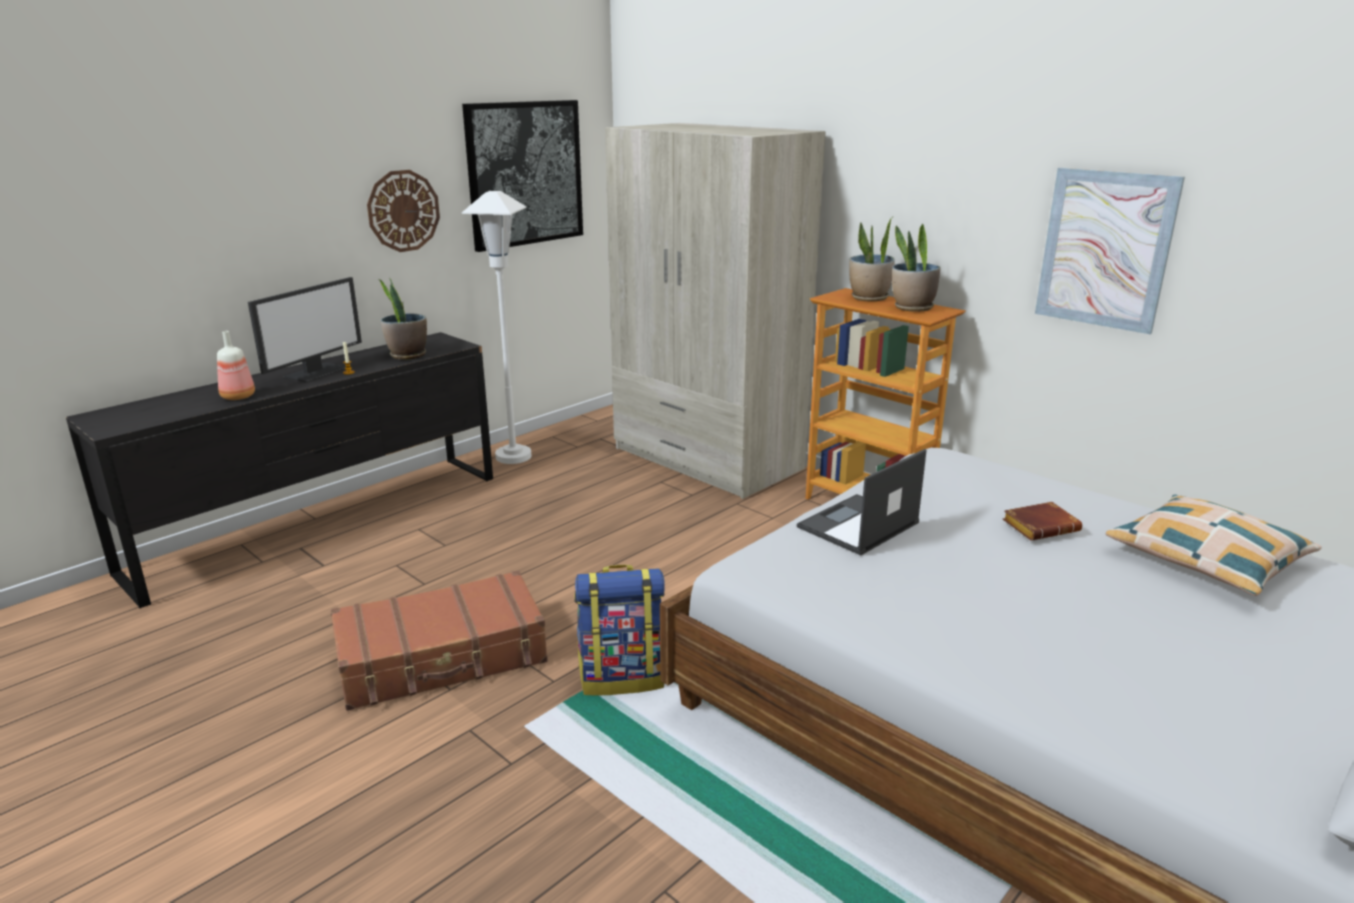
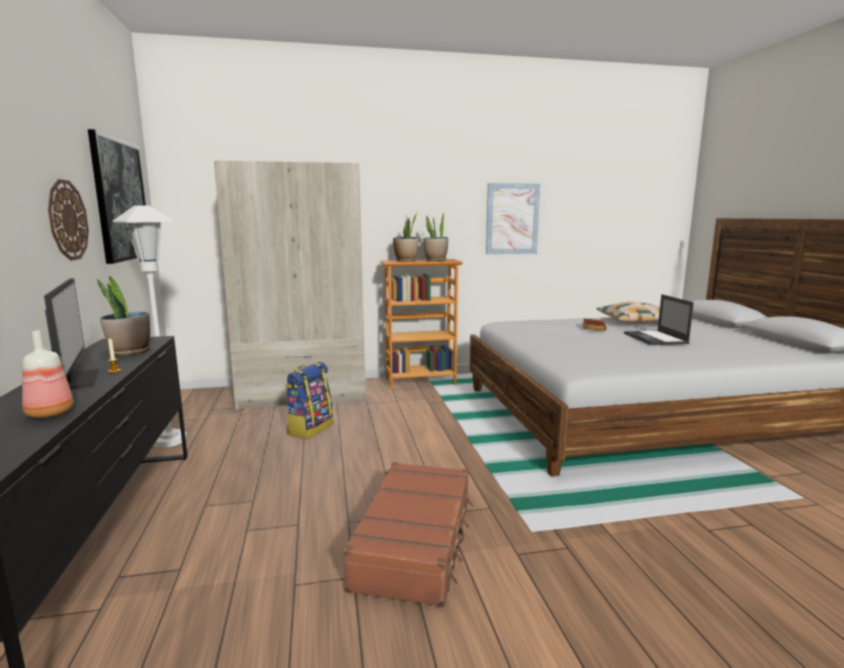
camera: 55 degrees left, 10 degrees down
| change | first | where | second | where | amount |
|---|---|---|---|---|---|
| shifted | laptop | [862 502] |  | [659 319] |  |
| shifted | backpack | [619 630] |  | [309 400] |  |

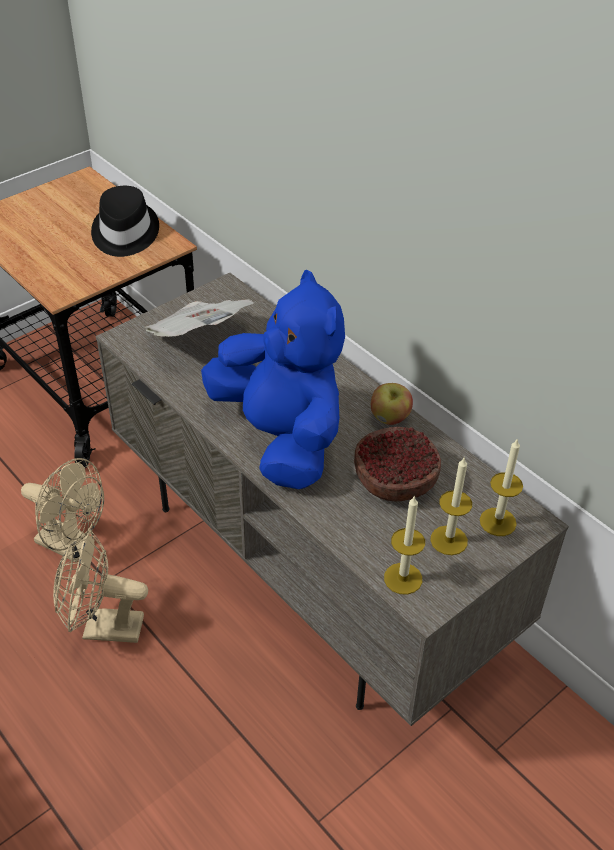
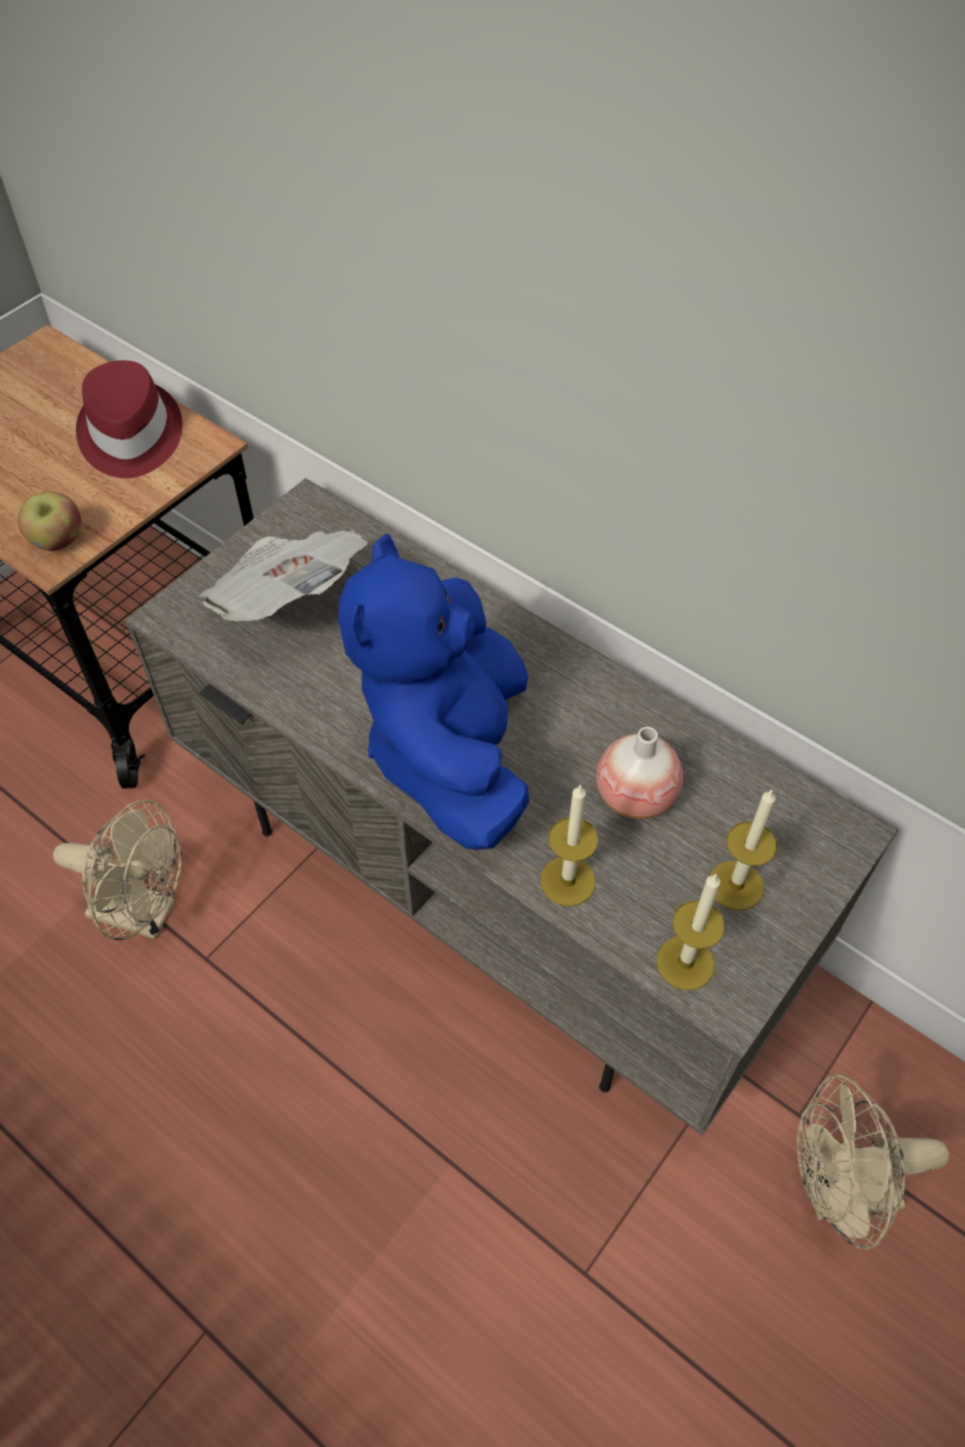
camera: 10 degrees left, 10 degrees up
| change | first | where | second | where | amount |
|---|---|---|---|---|---|
| repainted | black hat | [125 221] | red hat | [129 419] |  |
| rotated | blue plush toy | [273 379] |  | [433 691] | 135 degrees counterclockwise |
| shifted | apple | [392 404] |  | [49 521] |  |
| swapped | bowl | [397 464] | vase | [639 773] |  |
| shifted | candle | [501 487] |  | [569 845] |  |
| shifted | beige fan | [100 587] |  | [873 1162] |  |

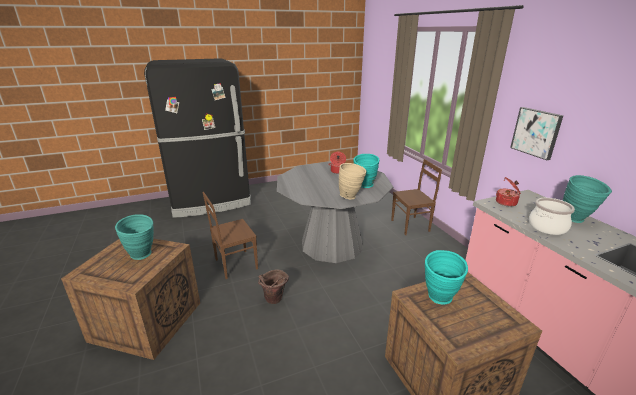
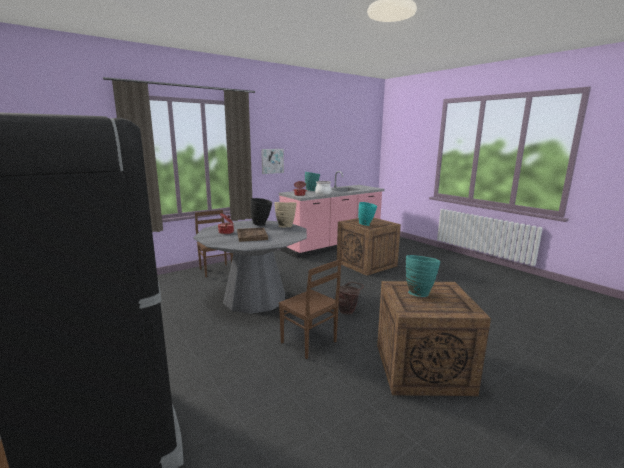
camera: 105 degrees left, 10 degrees down
| change | first | where | second | where | amount |
|---|---|---|---|---|---|
| repainted | turquoise vase | [366 171] | black vase | [261 212] |  |
| new |  |  | brown tray | [252 235] |  |

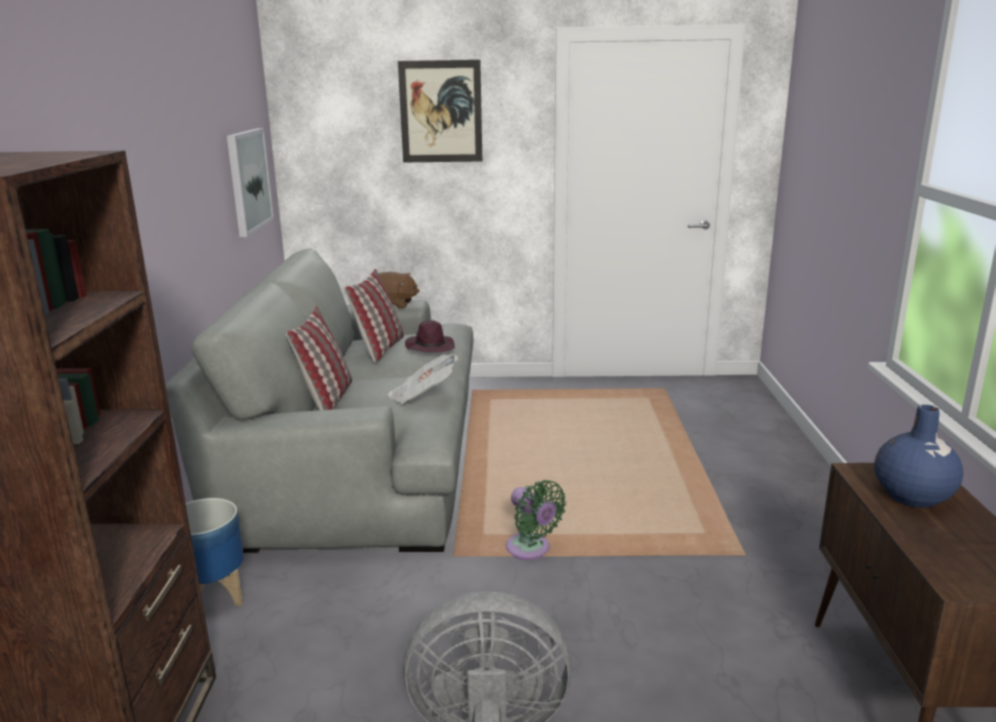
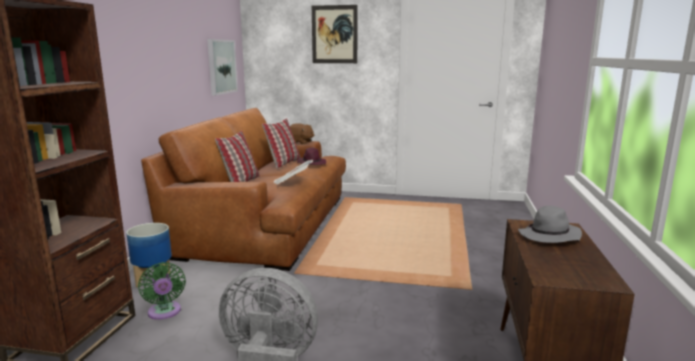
camera: 10 degrees right, 5 degrees down
| change | first | where | second | where | amount |
|---|---|---|---|---|---|
| repainted | grey sofa | [319 400] | brown sofa | [243 189] |  |
| swapped | blue vase | [918 456] | grey hat | [550 224] |  |
| shifted | green fan | [536 520] |  | [162 291] |  |

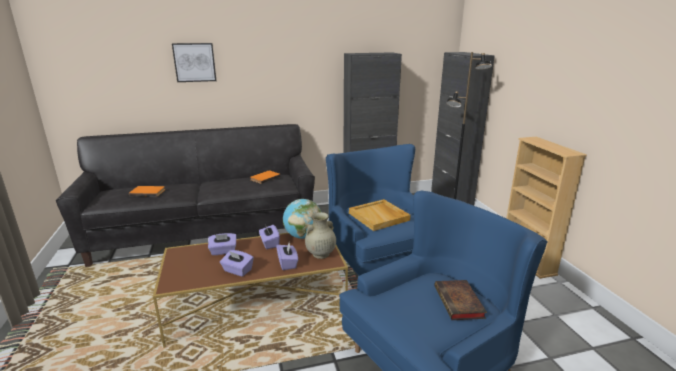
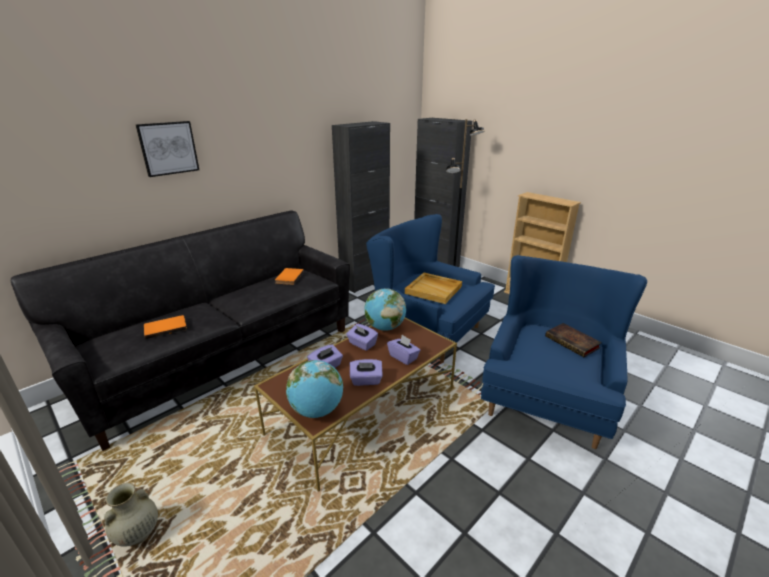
camera: 30 degrees left, 5 degrees up
| change | first | where | second | where | amount |
|---|---|---|---|---|---|
| shifted | beige vase | [320 235] |  | [131 515] |  |
| new |  |  | globe | [314 389] |  |

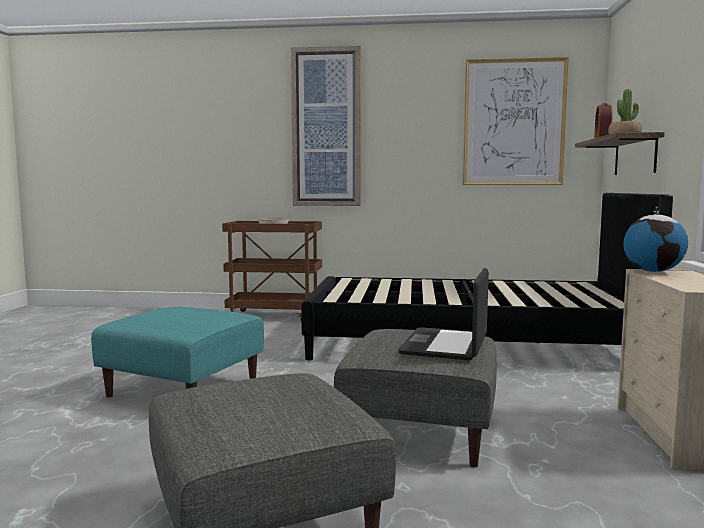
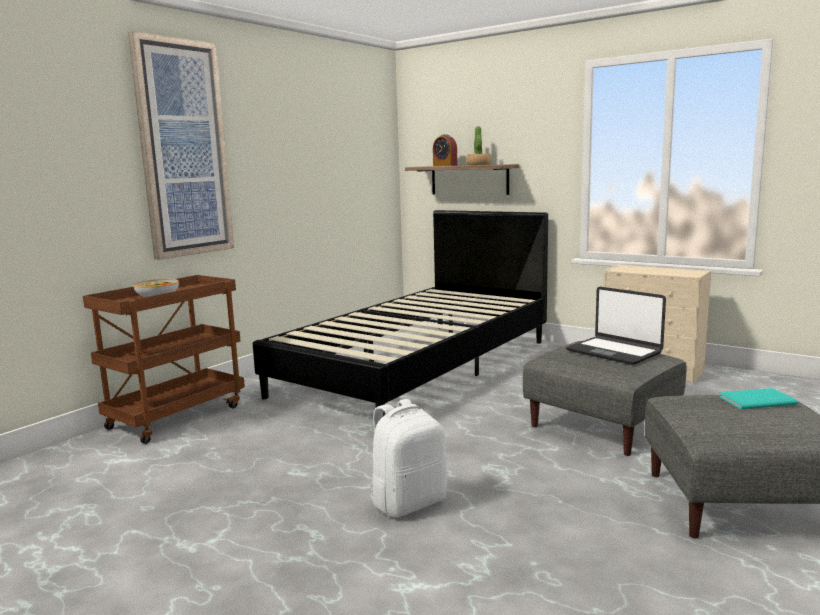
camera: 60 degrees left, 5 degrees up
| change | first | where | second | where | amount |
|---|---|---|---|---|---|
| gone | picture | [516 121] |  |  |  |
| gone | globe | [655 239] |  |  |  |
| swapped | turquoise ottoman | [177 352] | white backpack | [409 458] |  |
| new |  |  | turquoise book | [758 398] |  |

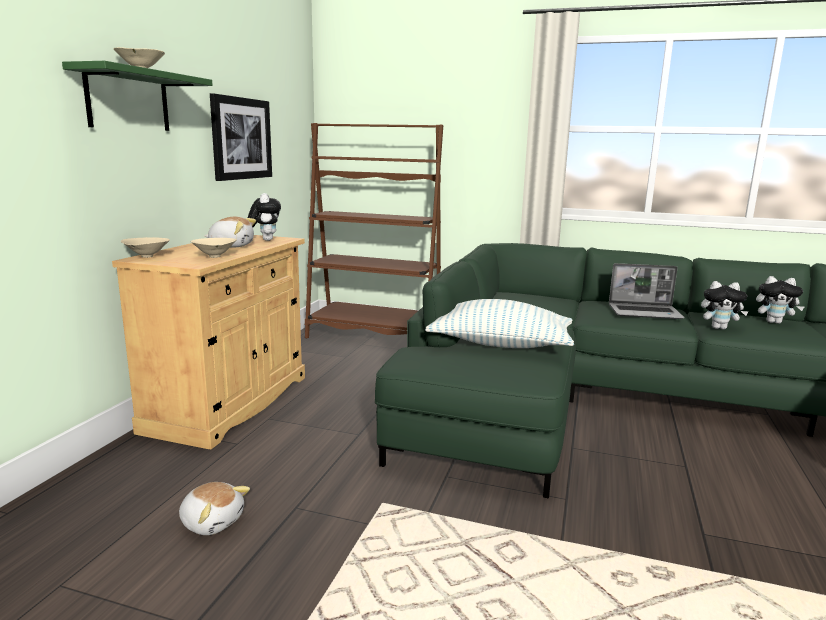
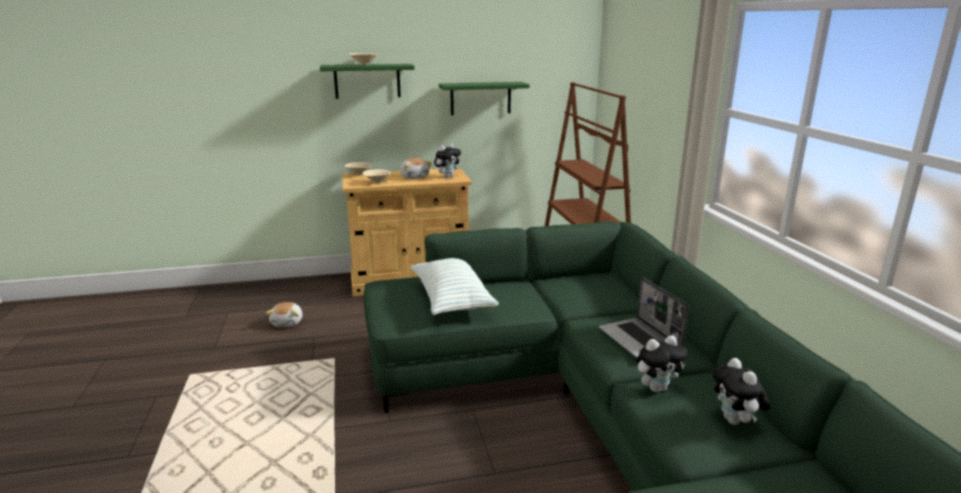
camera: 60 degrees right, 5 degrees up
| change | first | where | second | where | amount |
|---|---|---|---|---|---|
| swapped | picture | [241 137] | green shelf | [484 98] |  |
| rotated | plush toy | [725 305] |  | [662 363] | 90 degrees counterclockwise |

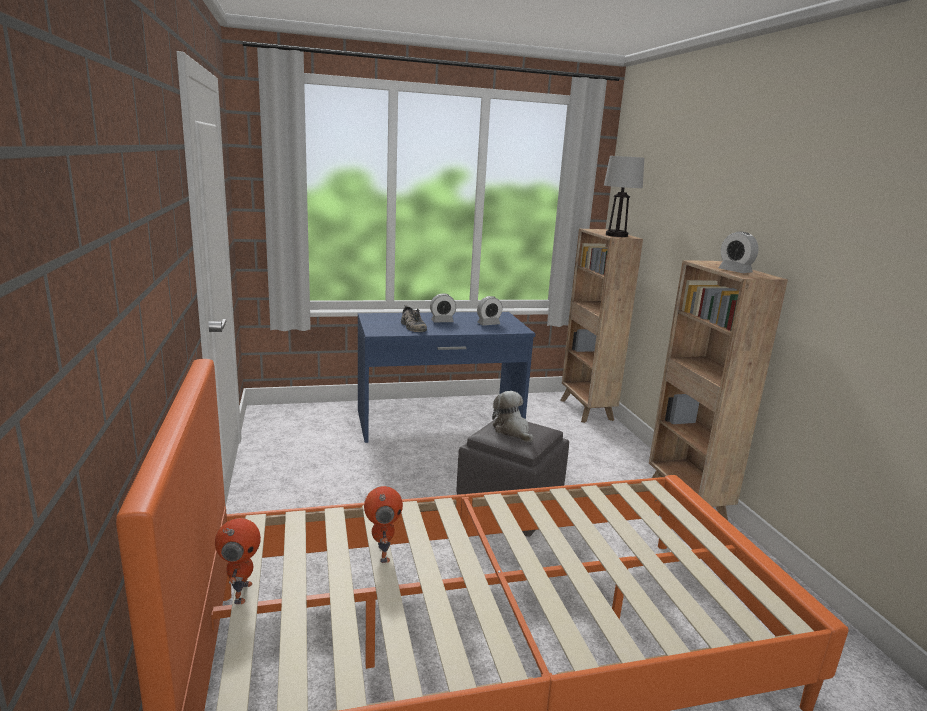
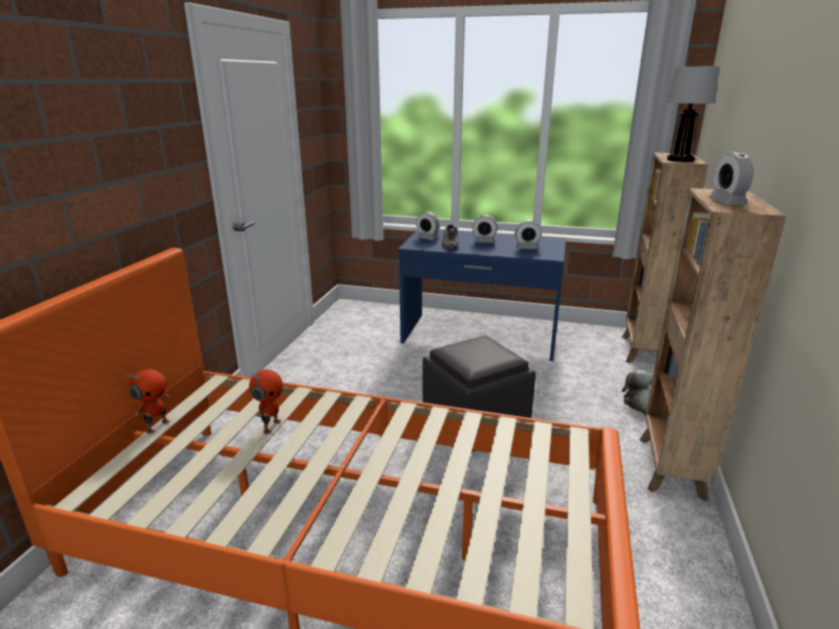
camera: 30 degrees right, 5 degrees up
| change | first | where | second | where | amount |
|---|---|---|---|---|---|
| shifted | plush toy | [512 416] |  | [637 392] |  |
| new |  |  | alarm clock | [428 226] |  |

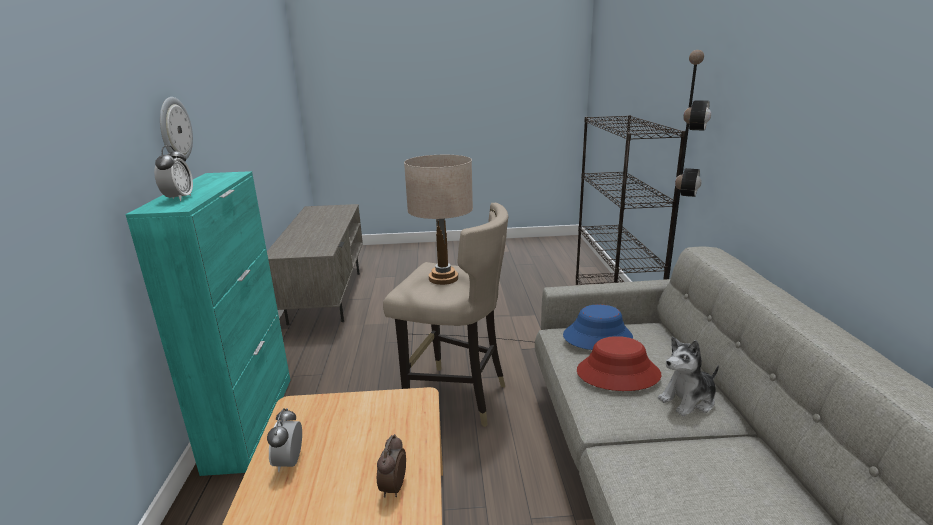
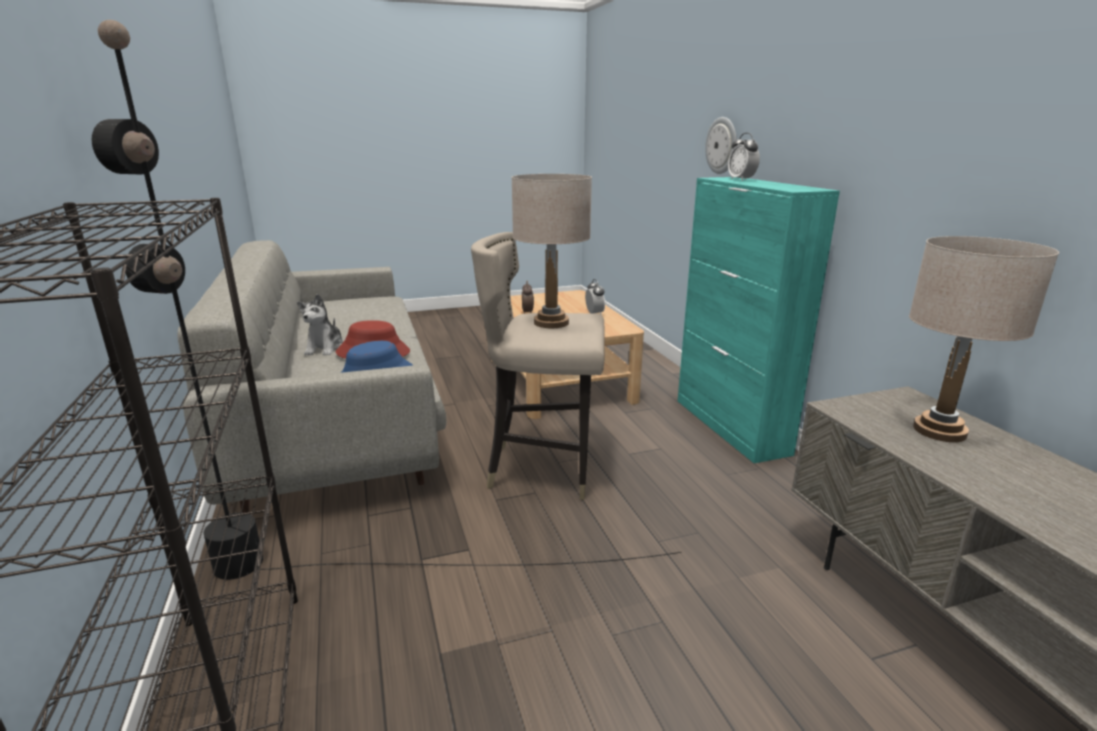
camera: 165 degrees right, 0 degrees up
| change | first | where | second | where | amount |
|---|---|---|---|---|---|
| shifted | wall clock | [176 128] |  | [721 145] |  |
| rotated | plush toy | [688 376] |  | [320 324] | 135 degrees clockwise |
| new |  |  | beige table lamp | [984 339] |  |

